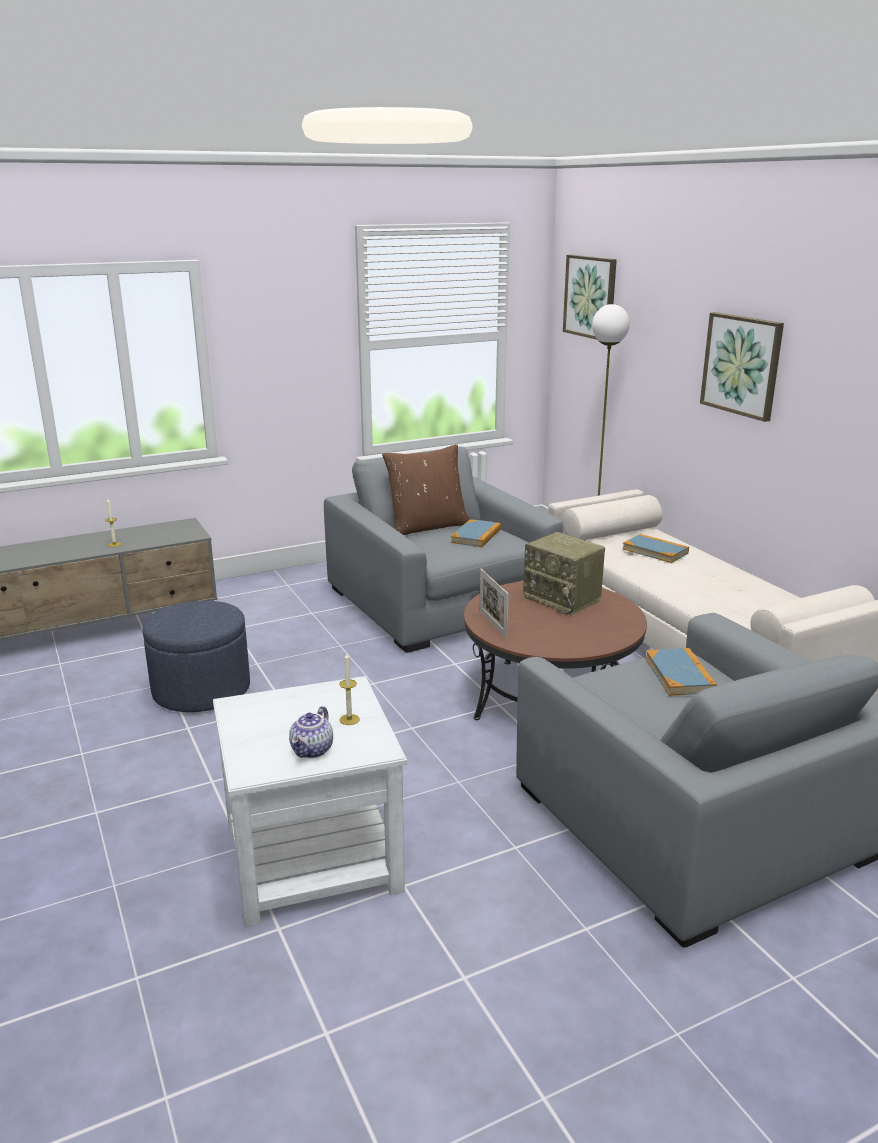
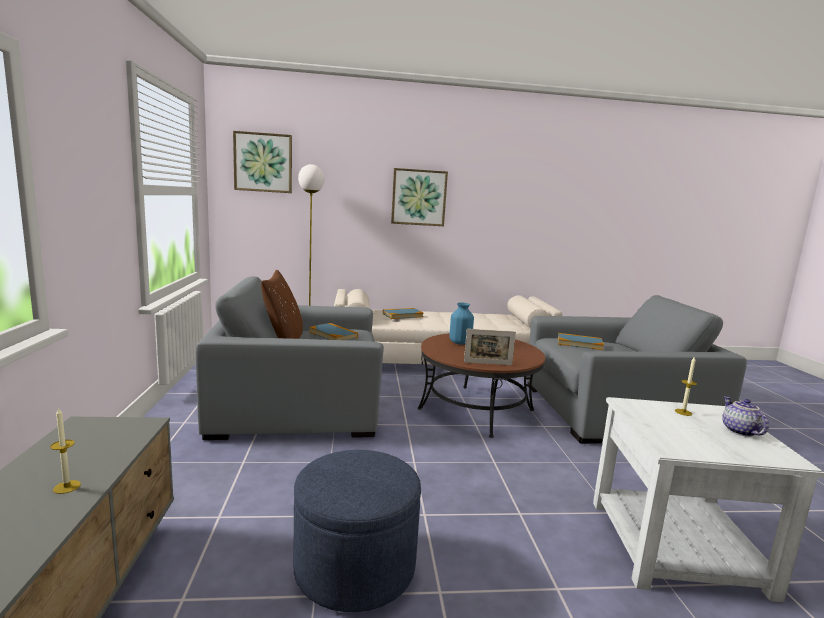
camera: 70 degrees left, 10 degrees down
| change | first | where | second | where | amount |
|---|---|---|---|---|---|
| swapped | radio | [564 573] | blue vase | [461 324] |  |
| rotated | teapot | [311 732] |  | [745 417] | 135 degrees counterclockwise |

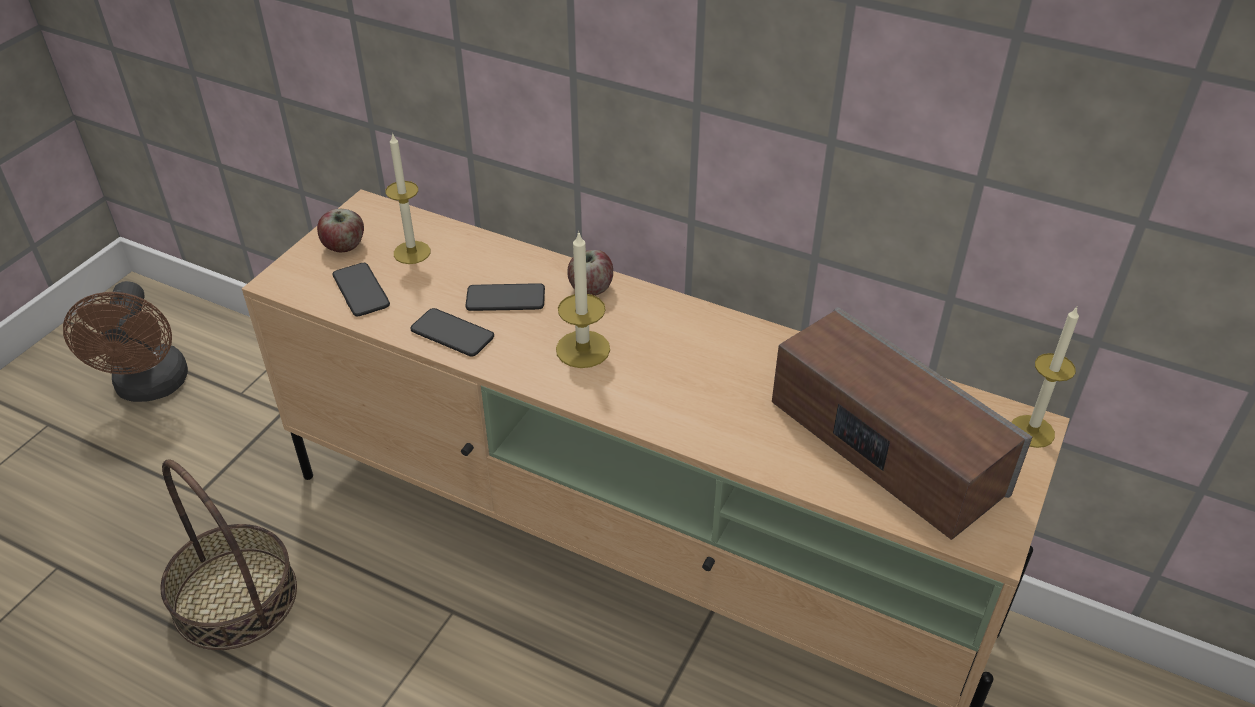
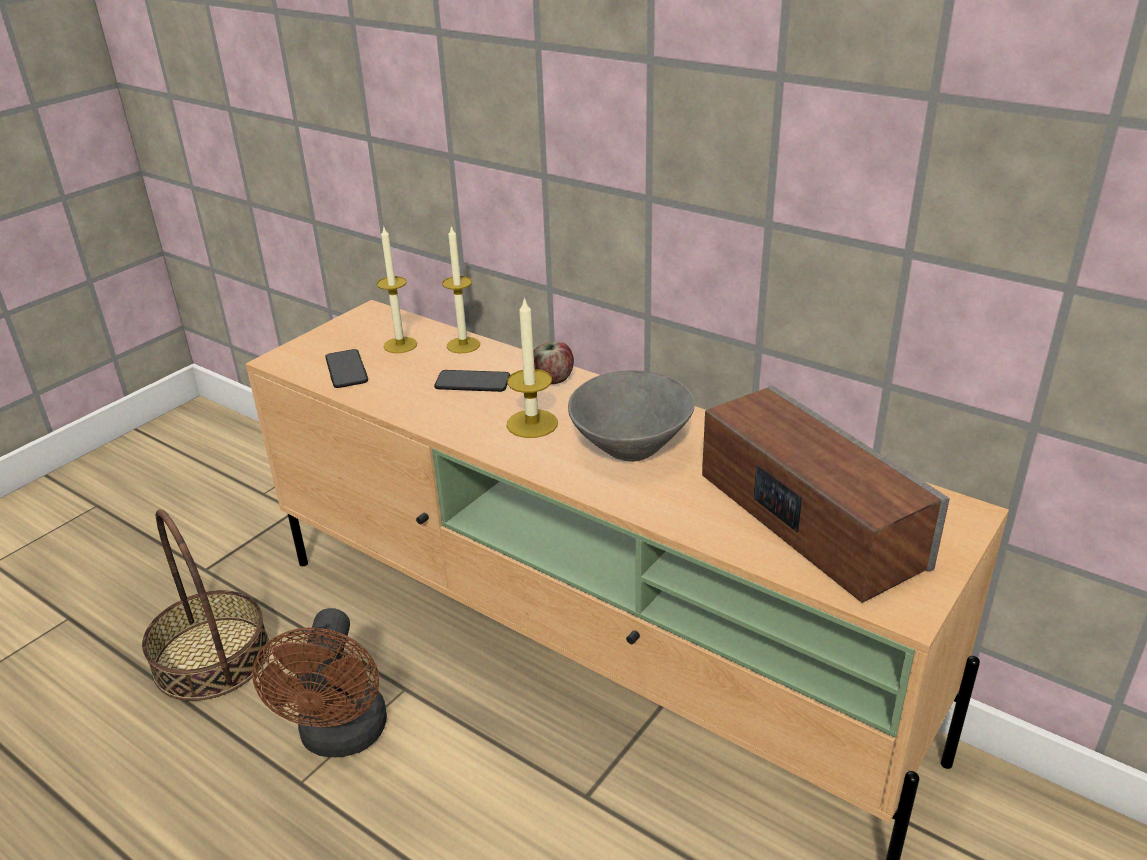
camera: 10 degrees right, 10 degrees down
| change | first | where | second | where | amount |
|---|---|---|---|---|---|
| gone | apple | [340 230] |  |  |  |
| shifted | brown fan | [125 341] |  | [319 682] |  |
| shifted | candle | [1045 377] |  | [461 289] |  |
| gone | phone | [452 332] |  |  |  |
| new |  |  | grey bowl | [631 416] |  |

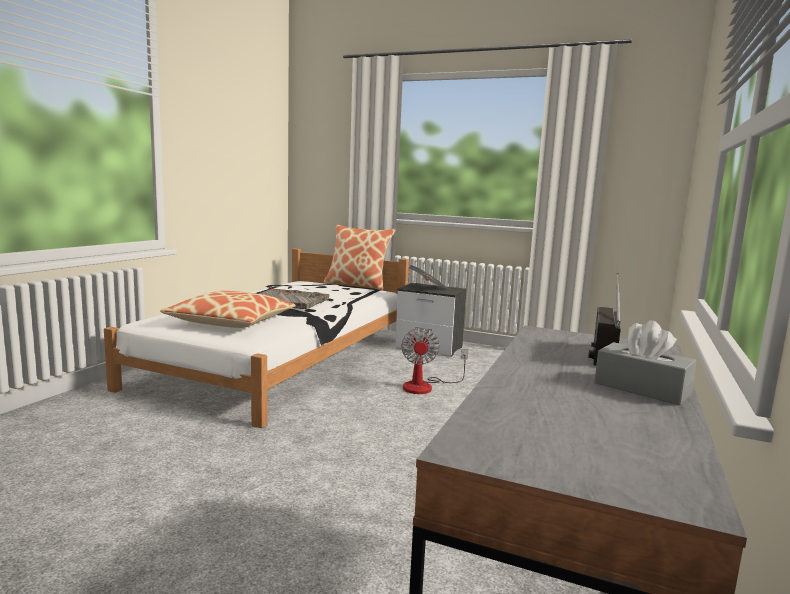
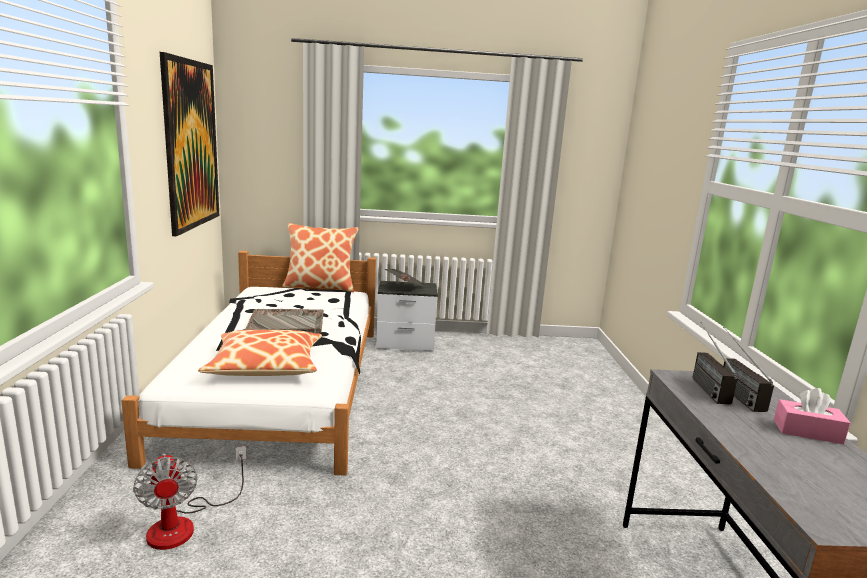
camera: 25 degrees left, 5 degrees up
| change | first | where | second | where | amount |
|---|---|---|---|---|---|
| repainted | grey tissue box | [645 362] | pink tissue box | [812 416] |  |
| shifted | fan | [434 361] |  | [189 498] |  |
| new |  |  | picture | [189 144] |  |
| new |  |  | radio | [715 363] |  |

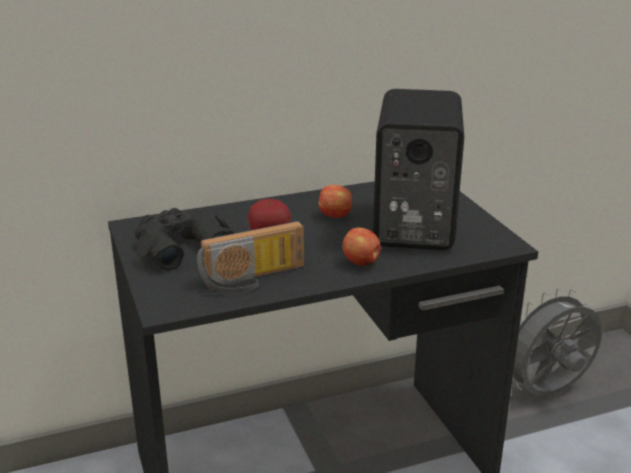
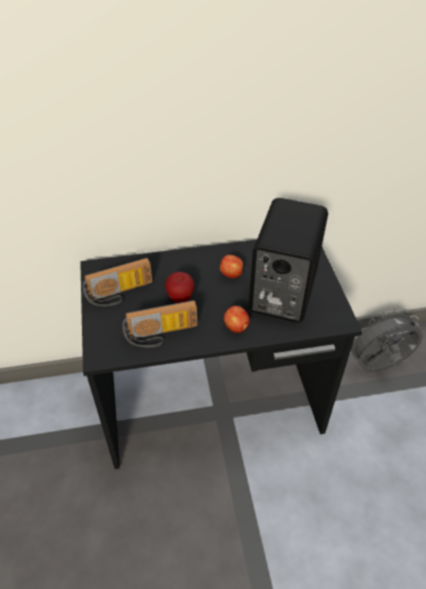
camera: 10 degrees right, 20 degrees up
| change | first | where | second | where | amount |
|---|---|---|---|---|---|
| swapped | black binoculars | [184 239] | radio | [117 282] |  |

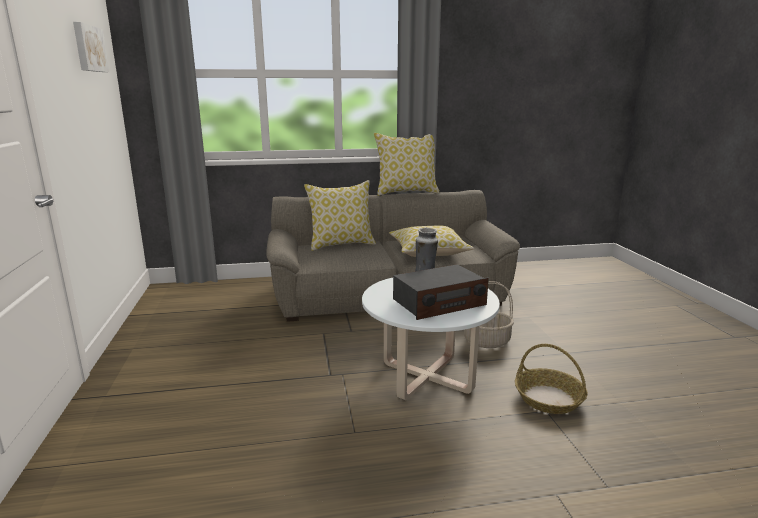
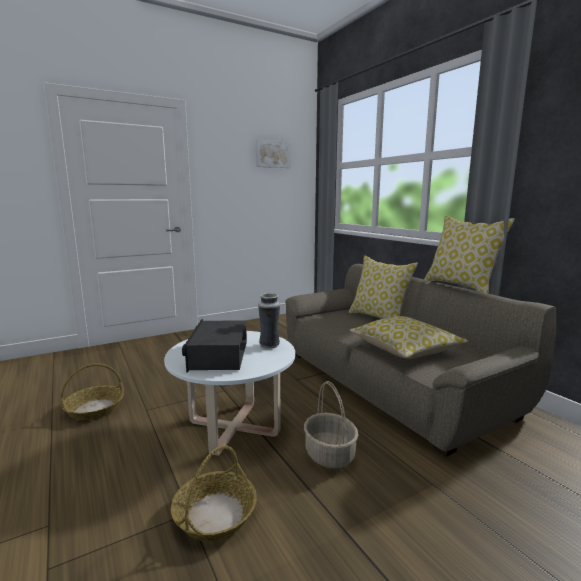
camera: 70 degrees right, 5 degrees down
| change | first | where | second | where | amount |
|---|---|---|---|---|---|
| rotated | radio | [441 292] |  | [214 346] | 45 degrees clockwise |
| new |  |  | basket | [92 392] |  |

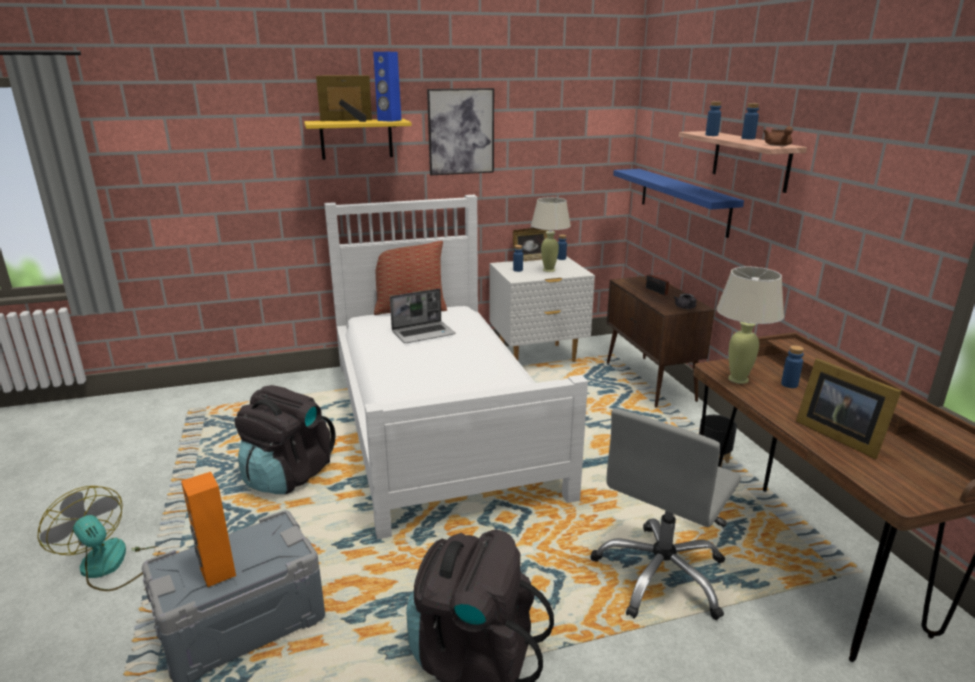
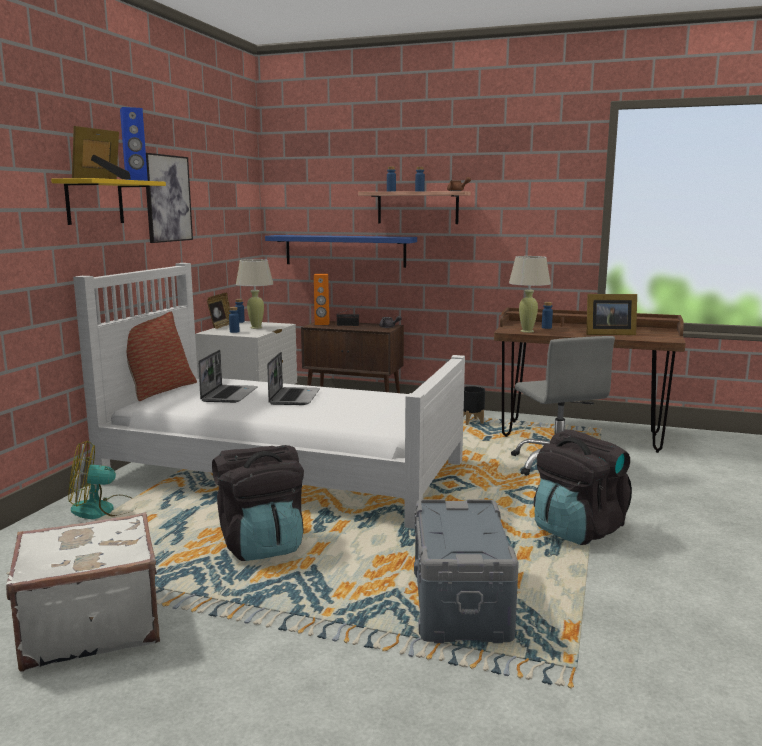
camera: 55 degrees left, 10 degrees down
| change | first | where | second | where | amount |
|---|---|---|---|---|---|
| shifted | orange speaker | [208 529] |  | [322 299] |  |
| shifted | fan | [99 538] |  | [101 480] |  |
| new |  |  | laptop | [293 378] |  |
| new |  |  | white suitcase | [83 592] |  |

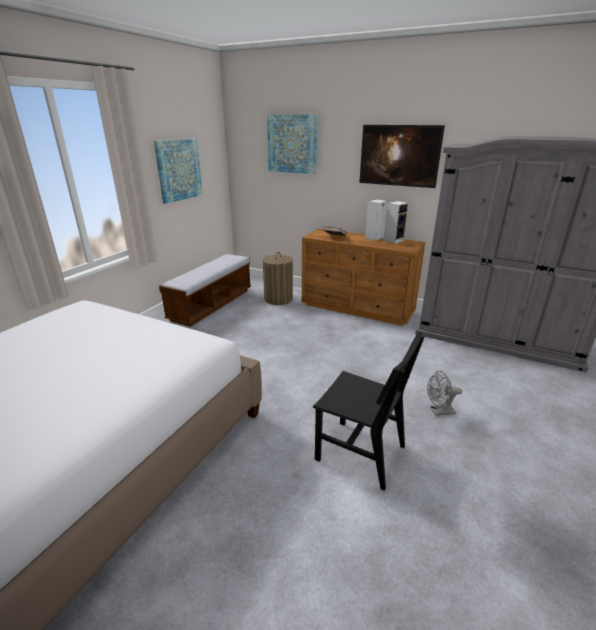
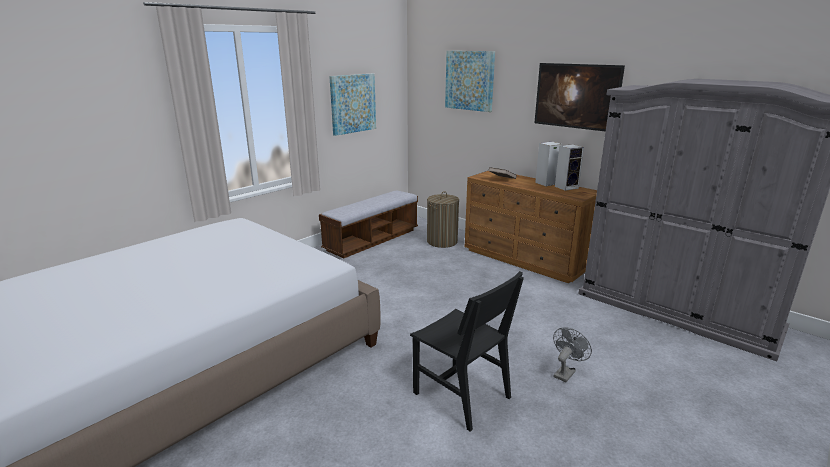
camera: 15 degrees right, 5 degrees down
| change | first | where | second | where | amount |
|---|---|---|---|---|---|
| rotated | grey fan | [444 393] |  | [572 354] | 120 degrees clockwise |

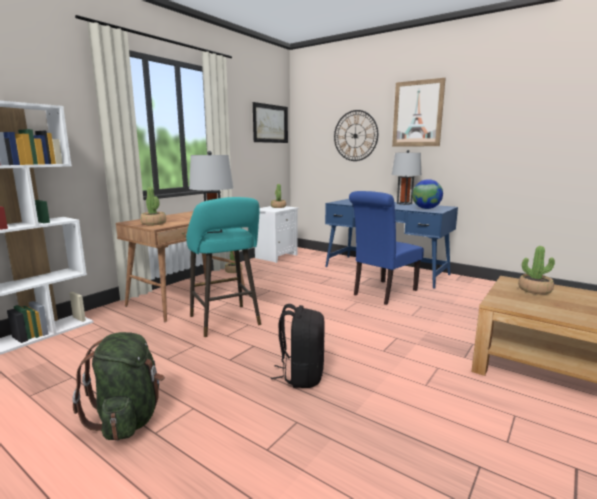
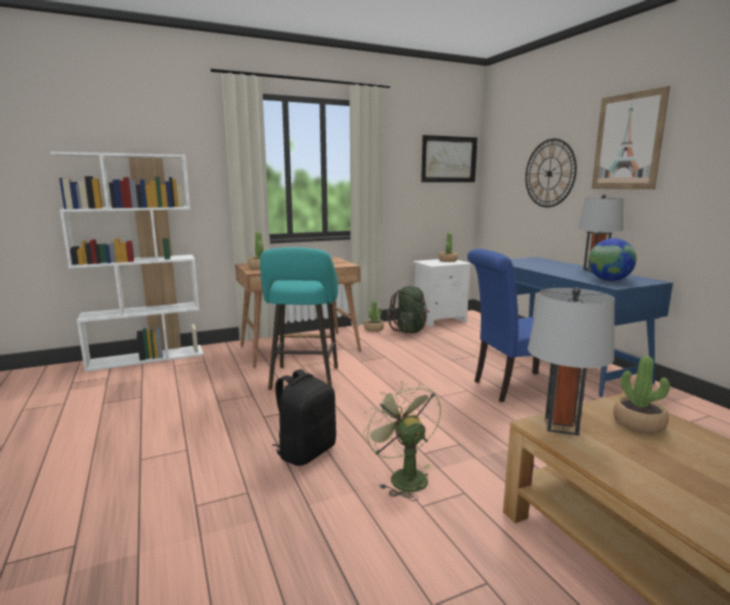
camera: 30 degrees right, 0 degrees up
| change | first | where | second | where | amount |
|---|---|---|---|---|---|
| shifted | grey table lamp | [211 192] |  | [571 361] |  |
| shifted | green backpack | [119 386] |  | [408 309] |  |
| new |  |  | green fan | [402 441] |  |

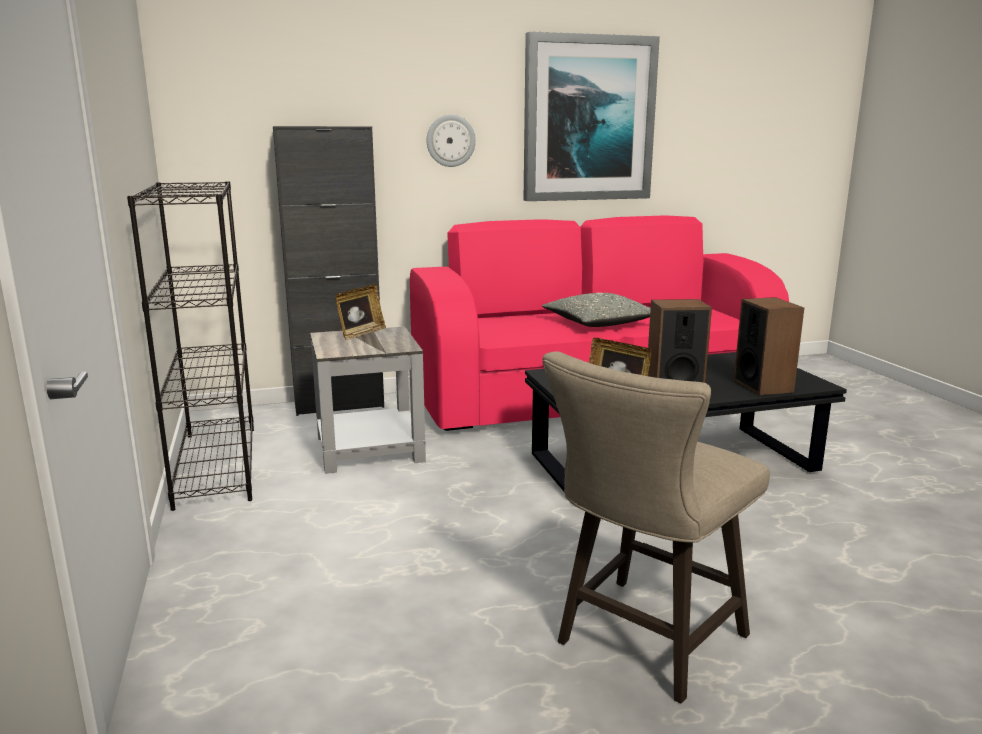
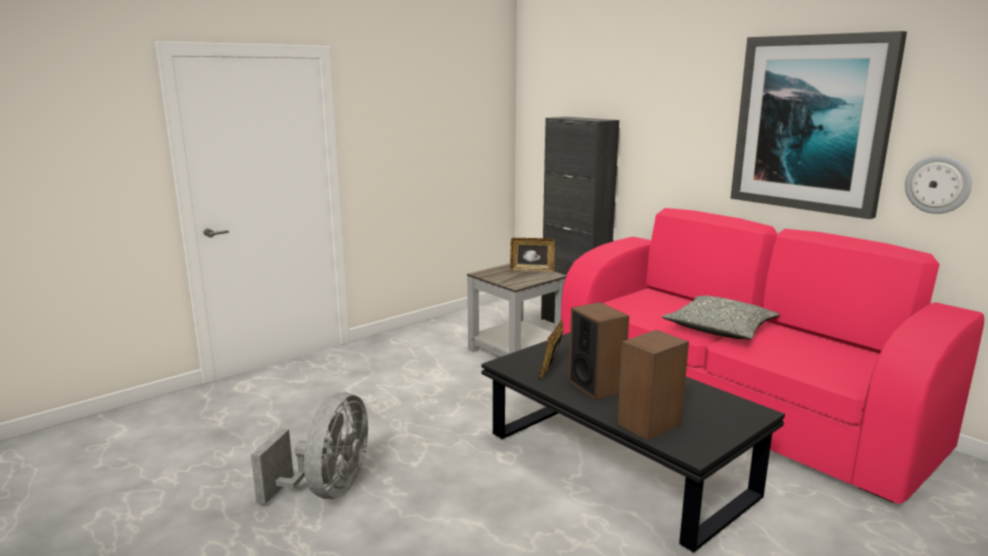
camera: 65 degrees right, 0 degrees up
| change | first | where | second | where | amount |
|---|---|---|---|---|---|
| shifted | wall clock | [451 140] |  | [938 184] |  |
| gone | black bookcase | [190 346] |  |  |  |
| swapped | beige stool | [656 527] | grey fan | [309 448] |  |

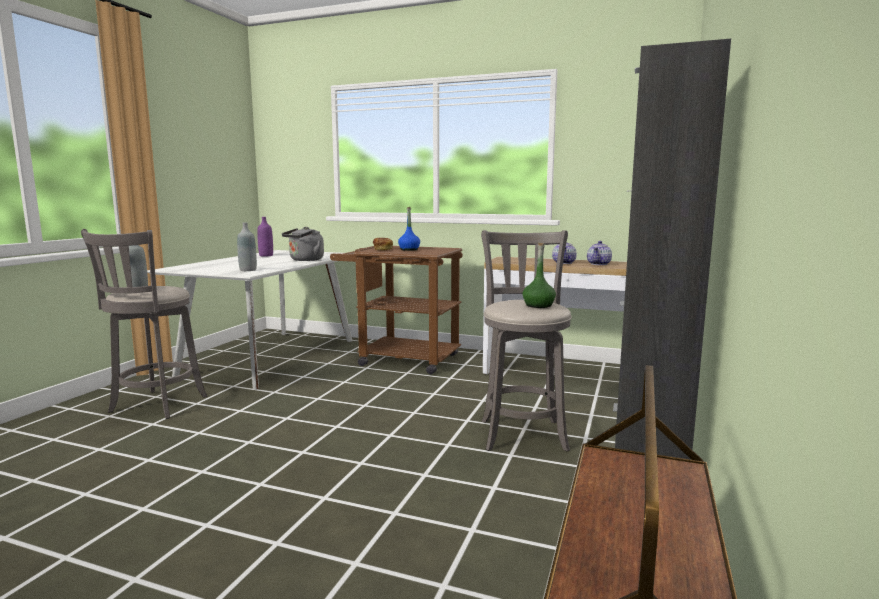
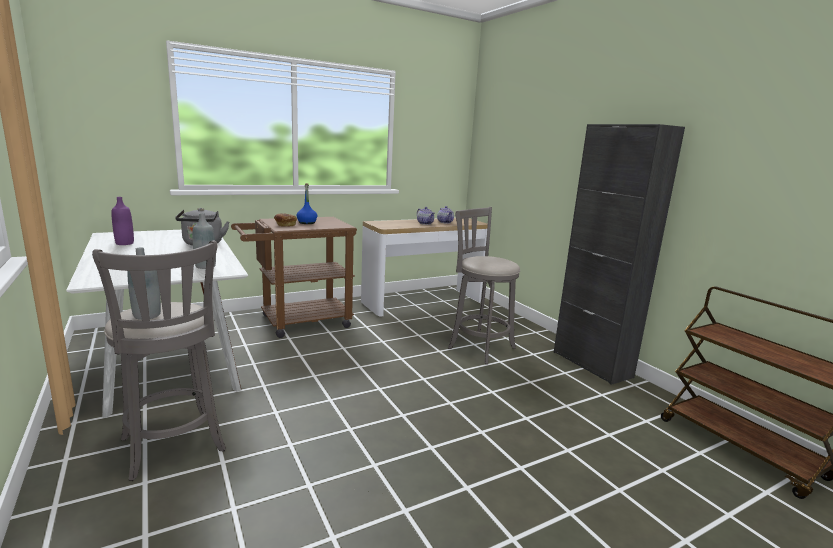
camera: 50 degrees left, 5 degrees up
| change | first | where | second | where | amount |
|---|---|---|---|---|---|
| gone | green bottle | [539 275] |  |  |  |

